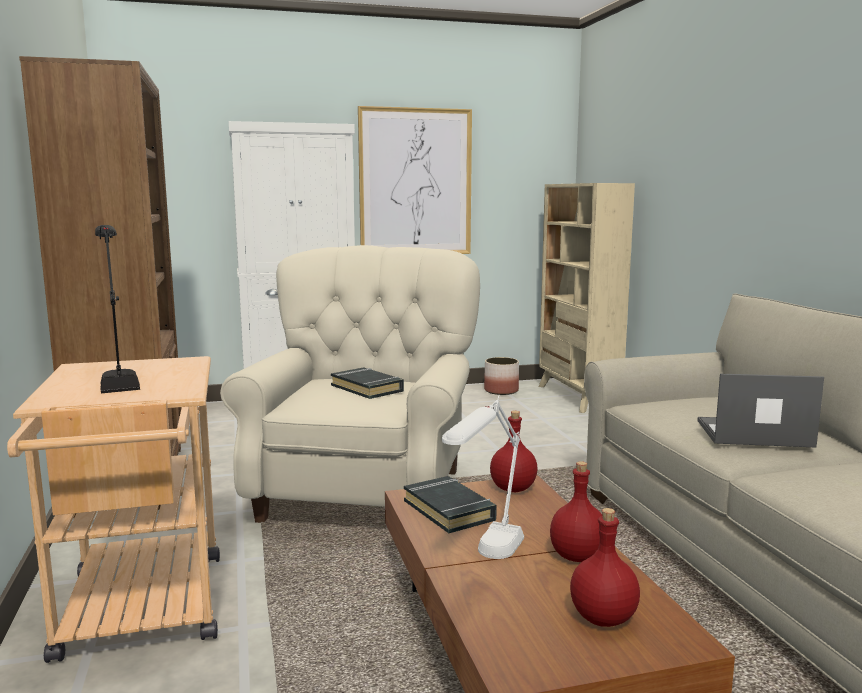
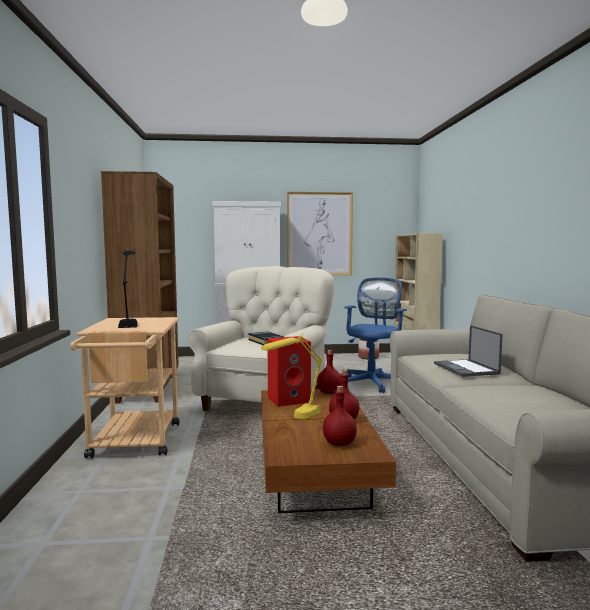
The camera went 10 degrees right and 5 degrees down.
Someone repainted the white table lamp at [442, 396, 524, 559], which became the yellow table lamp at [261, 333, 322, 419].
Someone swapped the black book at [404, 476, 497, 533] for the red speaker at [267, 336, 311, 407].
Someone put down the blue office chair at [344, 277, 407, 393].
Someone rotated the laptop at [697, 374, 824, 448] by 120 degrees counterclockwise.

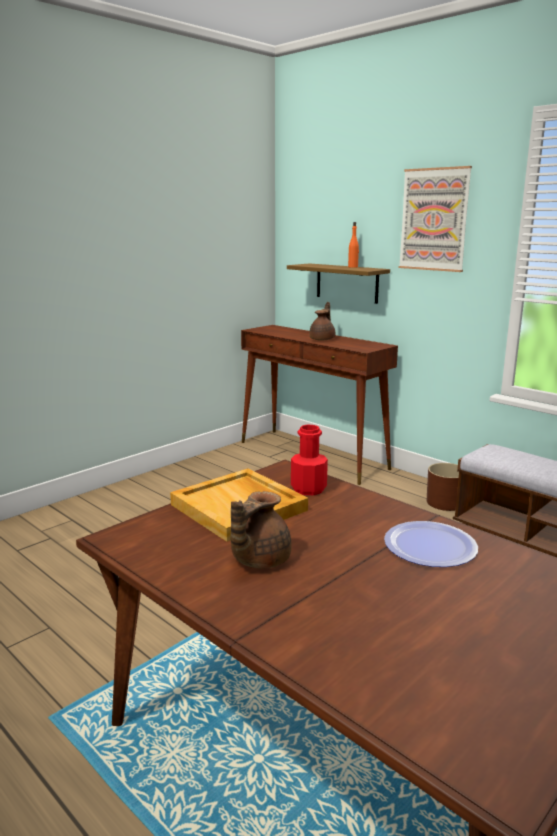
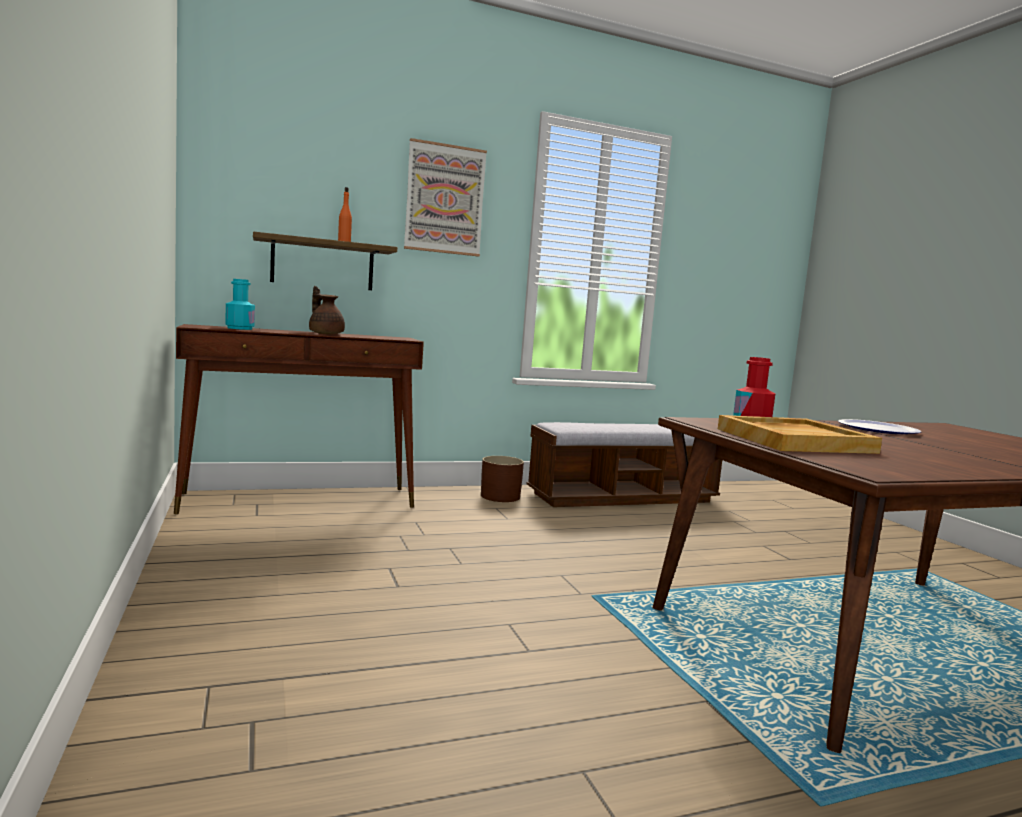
The camera went 65 degrees left and 10 degrees down.
Someone put down the turquoise bottle at [225, 279, 255, 330].
Someone took away the brown teapot at [231, 491, 292, 569].

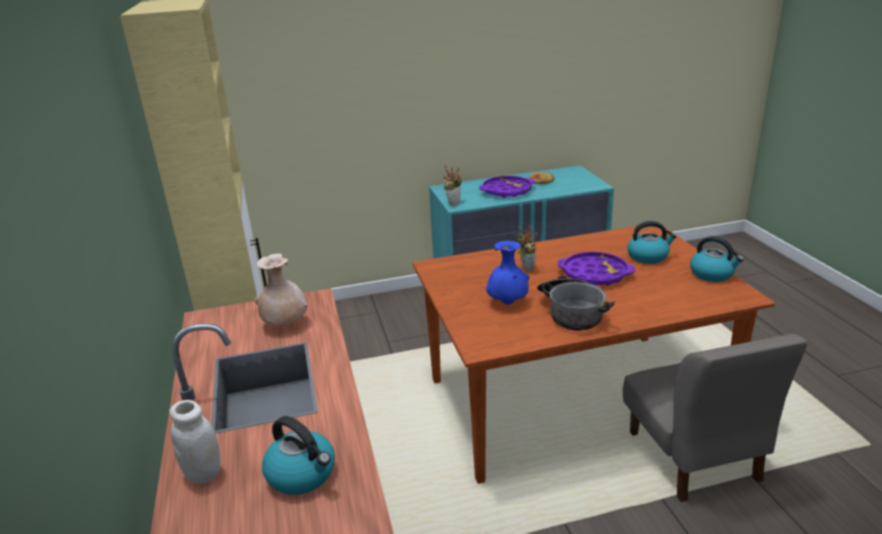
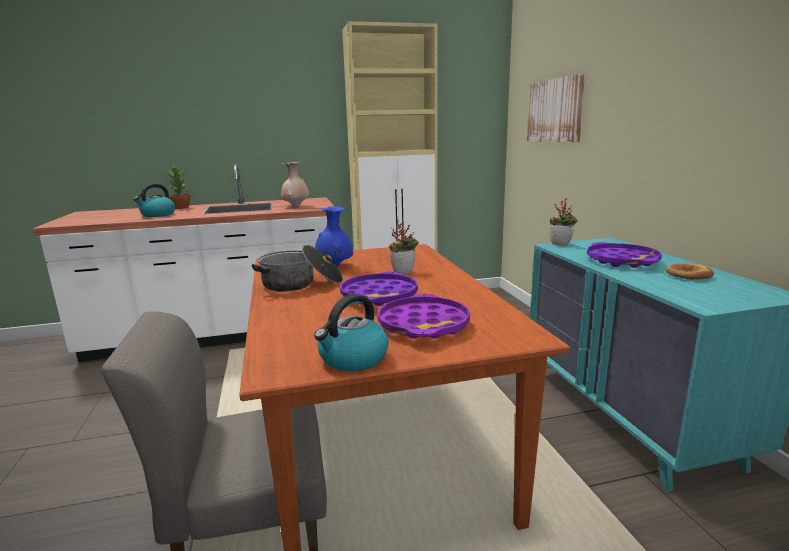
The camera went 90 degrees right and 10 degrees down.
Someone swapped the white jar at [169, 400, 221, 484] for the potted plant at [166, 165, 191, 209].
Someone swapped the kettle at [627, 221, 677, 264] for the purple tray at [377, 294, 470, 339].
Someone put up the picture at [527, 74, 585, 142].

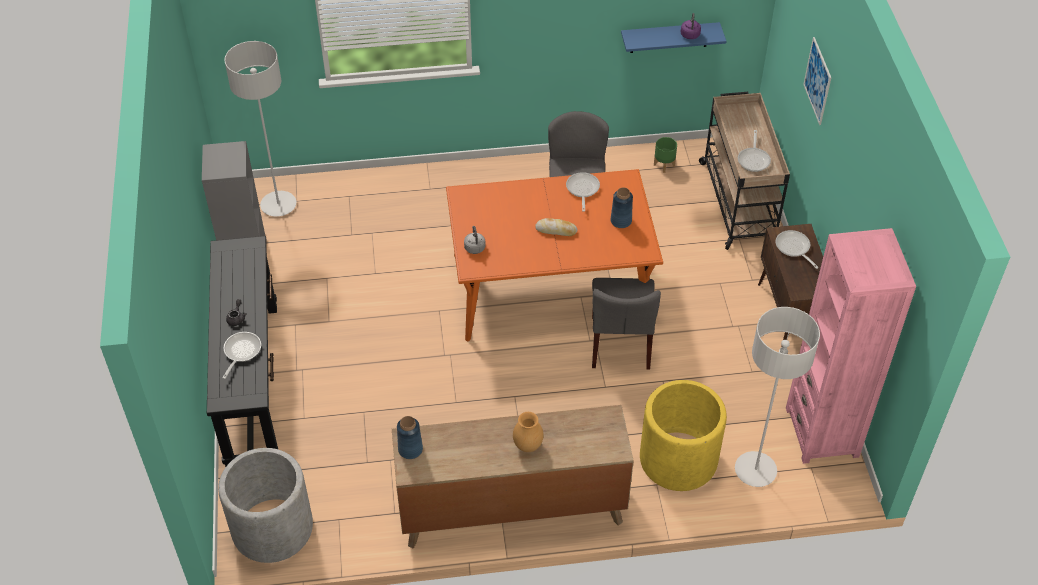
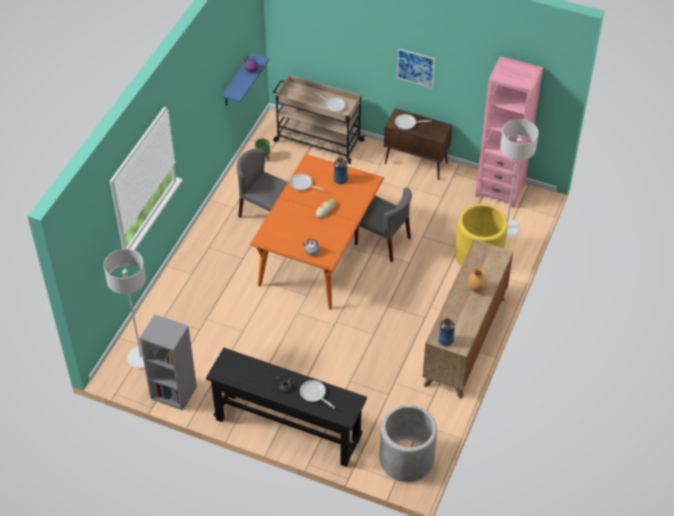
The camera went 60 degrees left and 0 degrees up.
Someone carried the picture from [803, 37, 831, 125] to [397, 48, 435, 88].

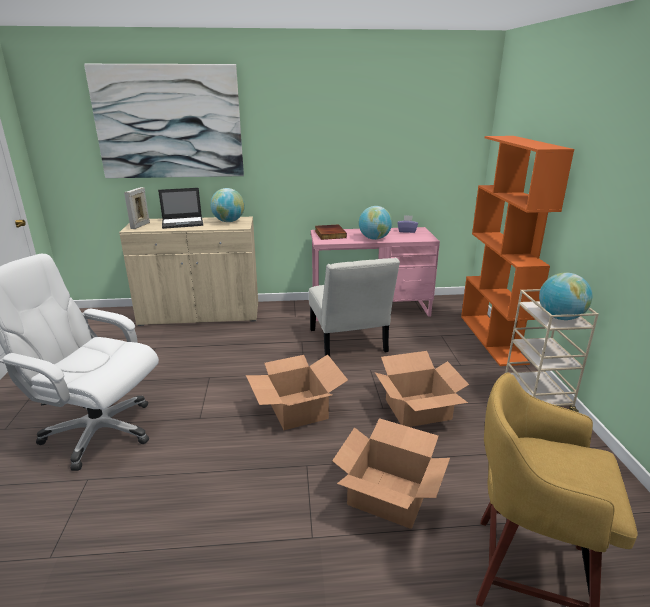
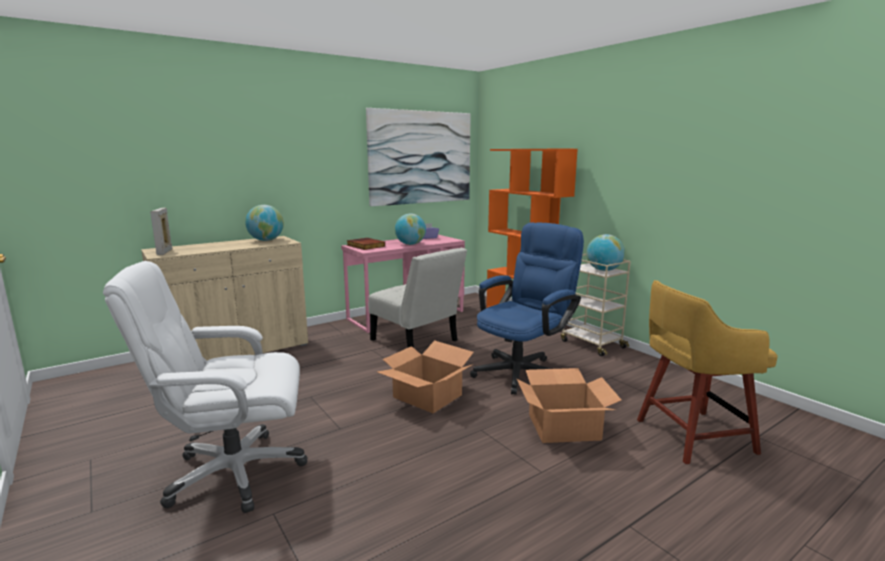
The camera went 30 degrees left and 10 degrees down.
Someone carried the picture from [84, 64, 244, 178] to [366, 108, 471, 206].
Someone swapped the cardboard box at [375, 351, 469, 427] for the blue office chair at [470, 222, 584, 395].
Someone took away the laptop at [158, 188, 203, 229].

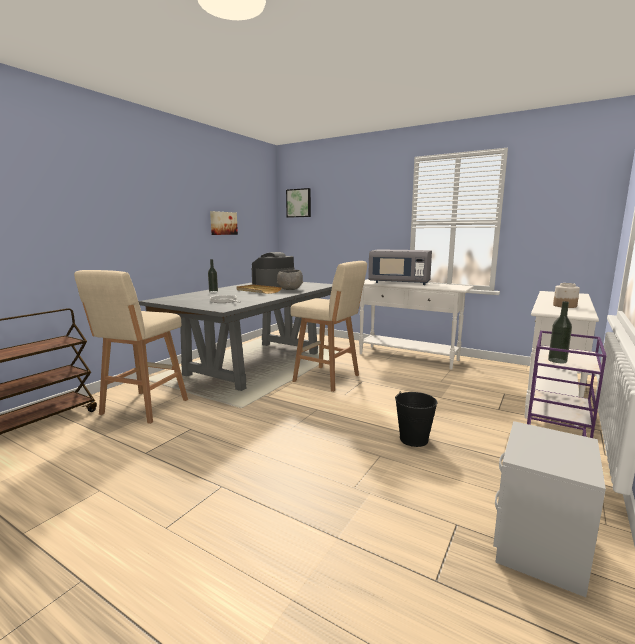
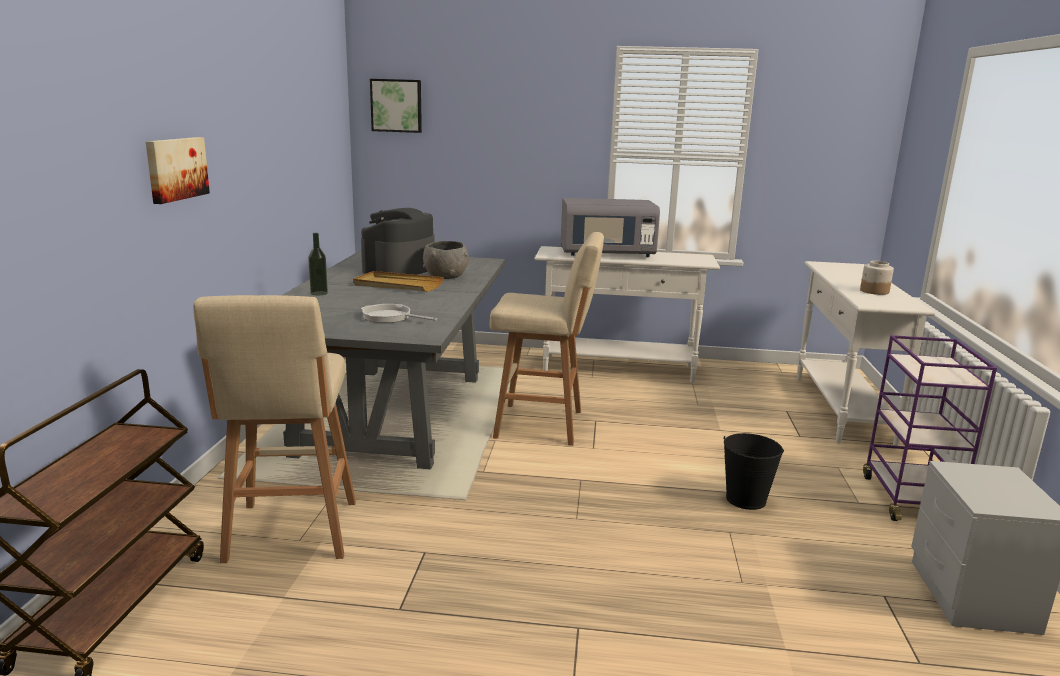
The camera went 25 degrees left and 5 degrees up.
Someone carried the picture from [210, 211, 238, 235] to [146, 137, 210, 204].
Someone took away the bottle at [548, 301, 572, 363].

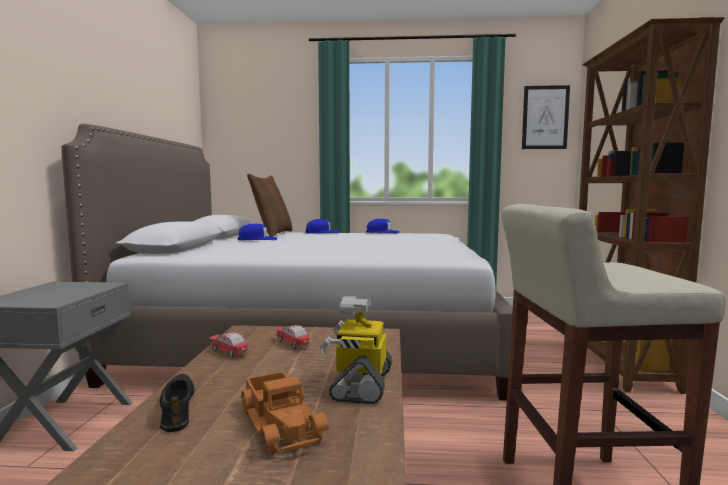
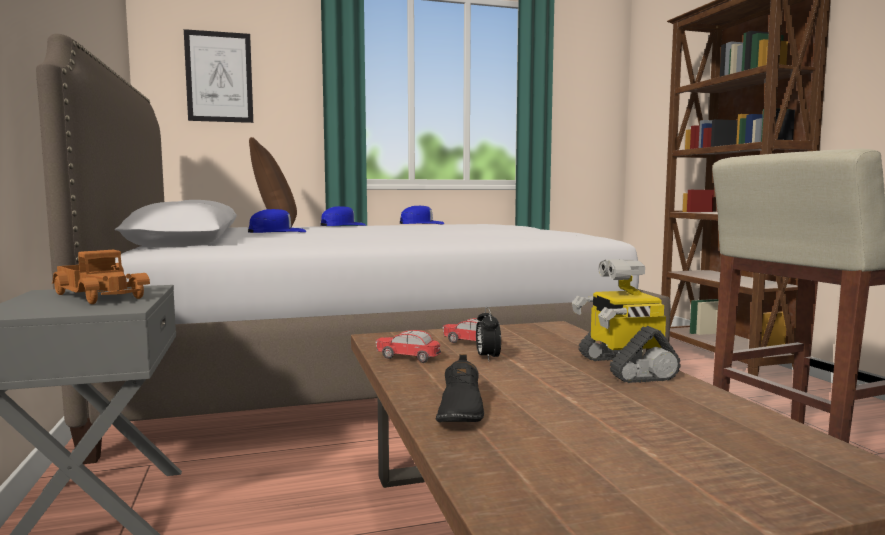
The camera went 20 degrees left and 0 degrees up.
Someone carried the toy truck from [241, 371, 329, 455] to [52, 250, 150, 304].
Someone carried the picture from [522, 85, 570, 149] to [184, 29, 253, 123].
Someone rotated the black shoe at [160, 374, 195, 432] by 135 degrees counterclockwise.
Someone put down the alarm clock at [476, 307, 501, 360].

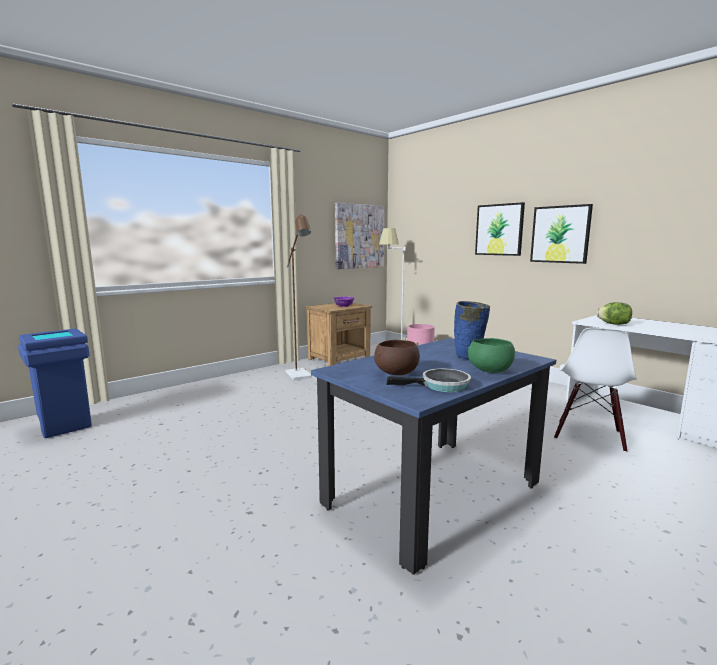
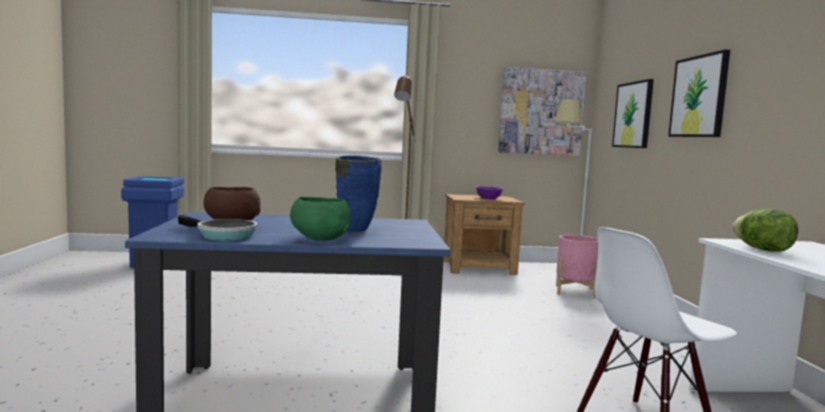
The camera went 35 degrees right and 5 degrees down.
Someone carried the picture from [530, 204, 593, 264] to [612, 79, 654, 148].

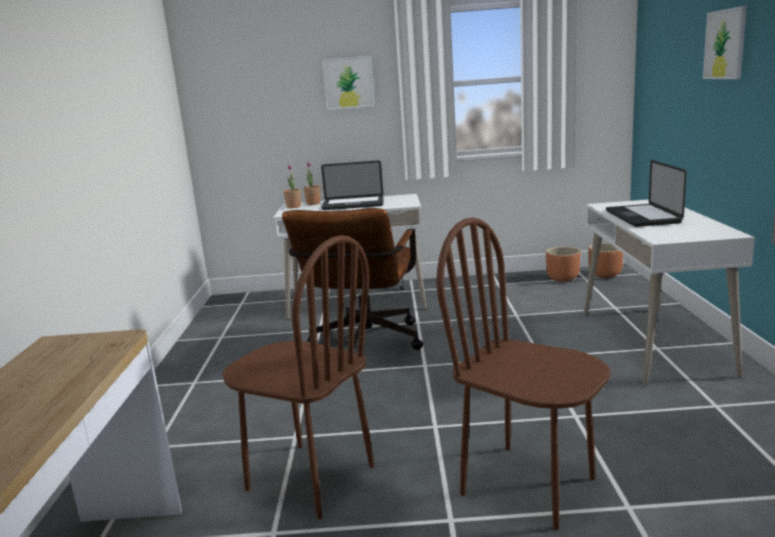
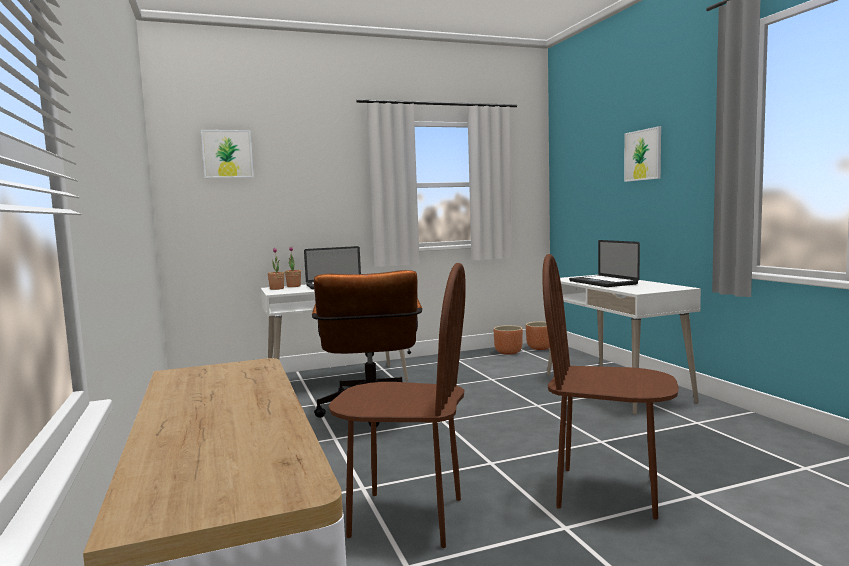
The camera went 20 degrees left and 10 degrees down.
Someone carried the picture from [322, 56, 375, 110] to [201, 130, 254, 178].

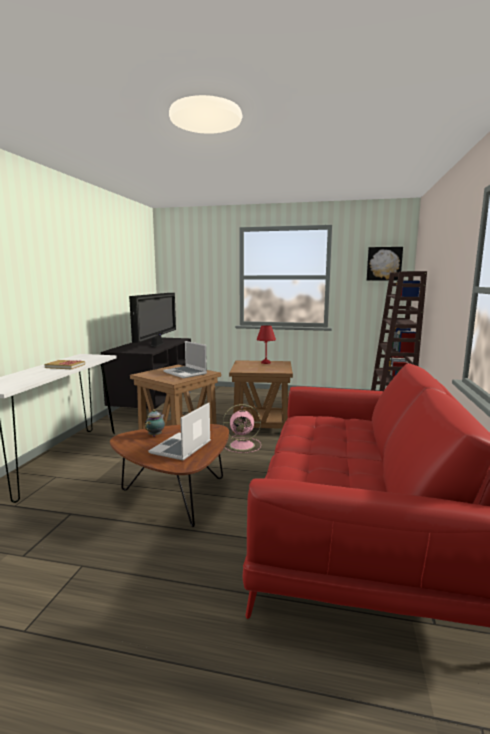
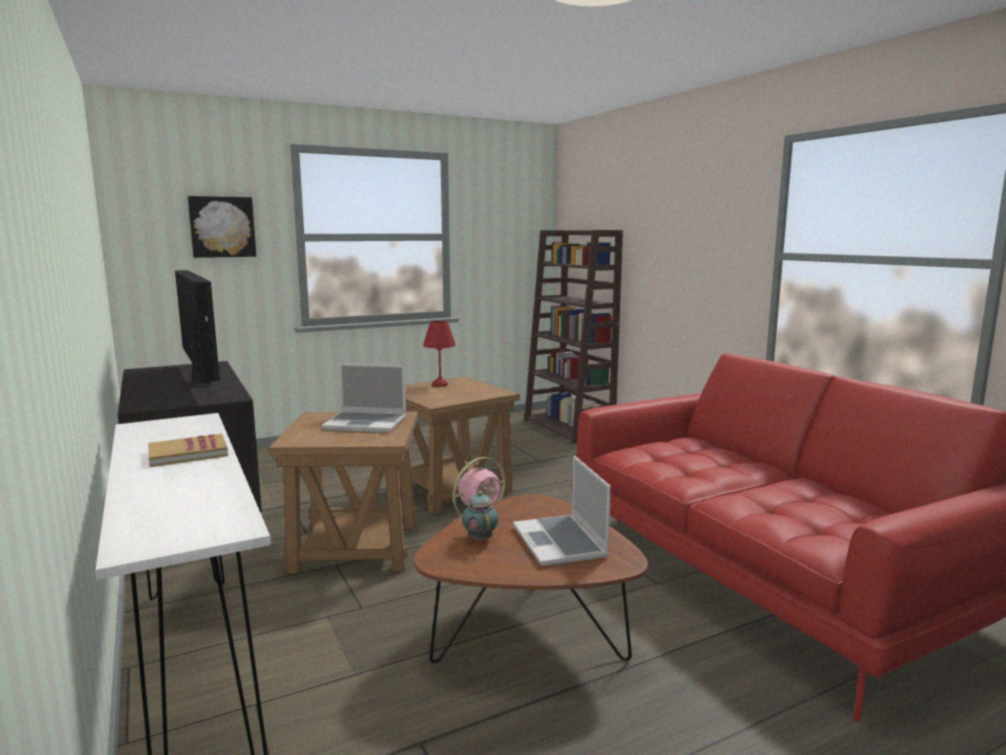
The camera went 40 degrees left and 0 degrees up.
Someone carried the picture from [367, 247, 403, 281] to [188, 196, 256, 258].

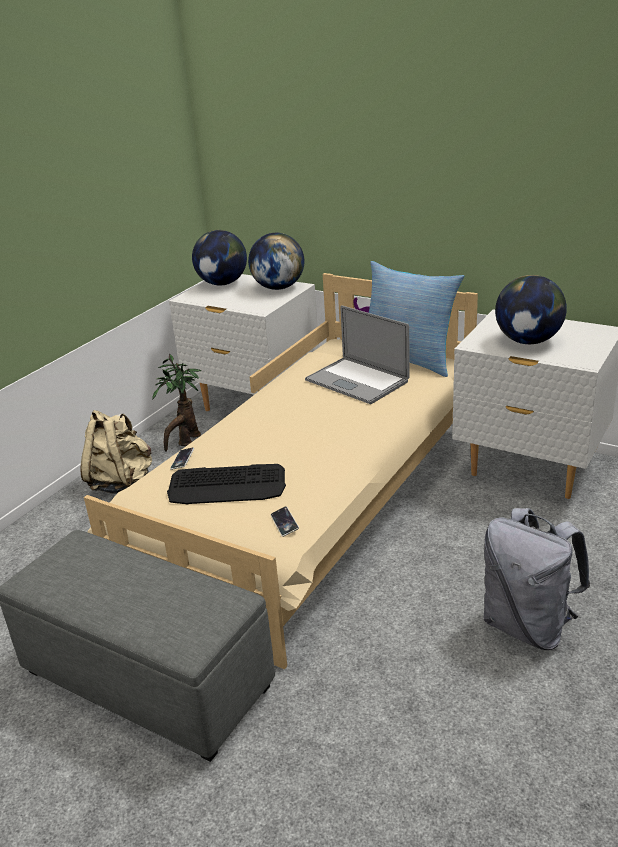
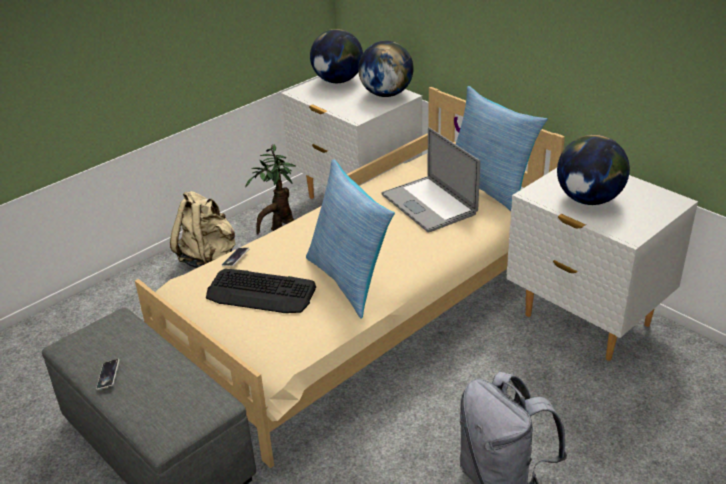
The camera went 15 degrees right and 5 degrees up.
Someone carried the phone from [270, 506, 299, 537] to [96, 359, 119, 390].
Someone put down the pillow at [306, 159, 395, 319].

